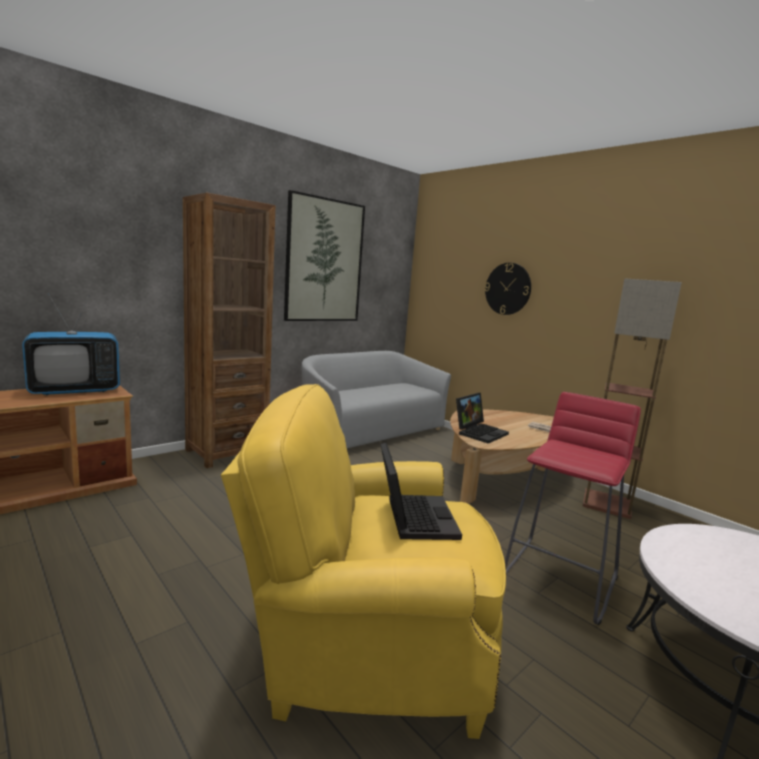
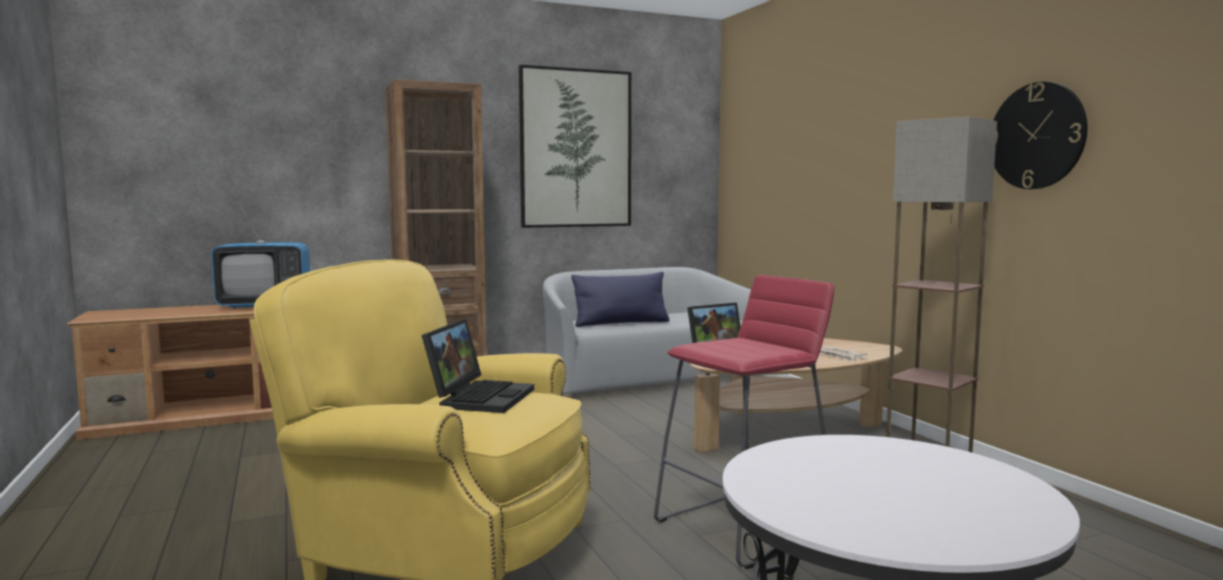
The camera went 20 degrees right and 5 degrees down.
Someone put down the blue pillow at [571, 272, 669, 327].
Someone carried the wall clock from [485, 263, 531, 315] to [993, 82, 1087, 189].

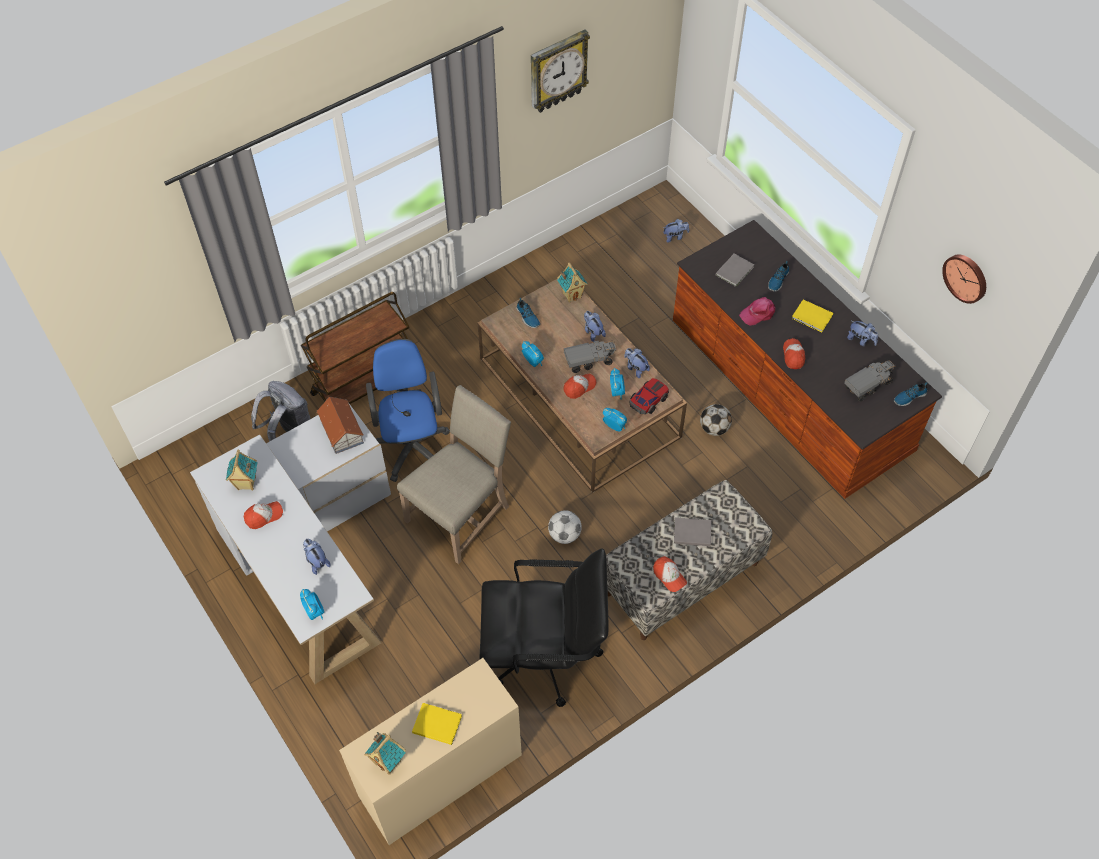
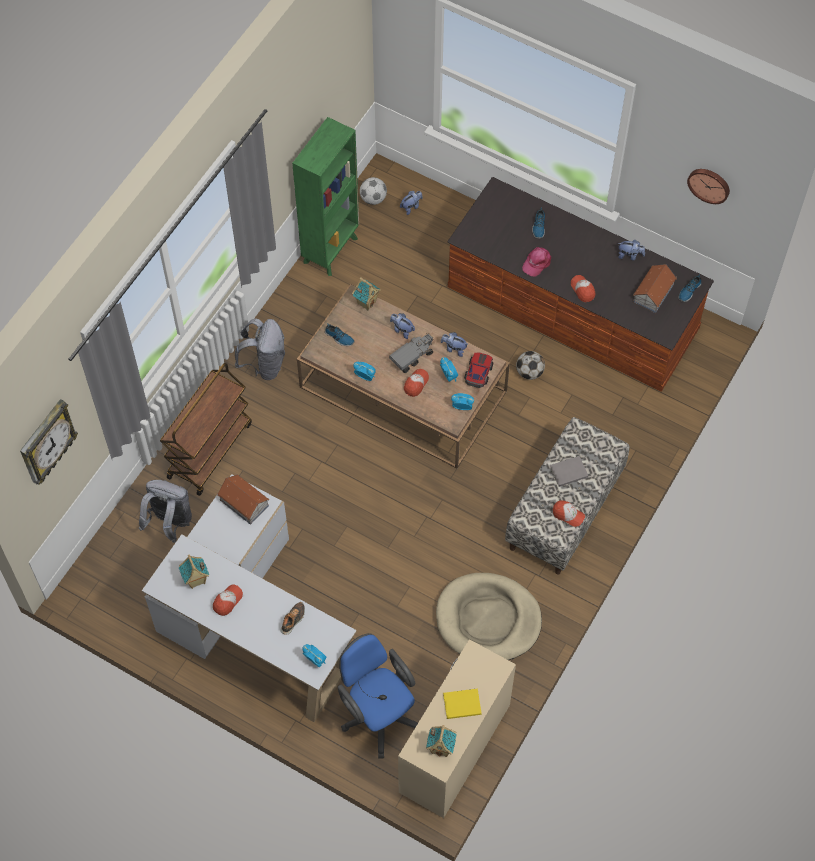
The camera went 25 degrees left and 5 degrees up.
Someone carried the wall clock from [531, 30, 590, 113] to [20, 399, 78, 484].
Someone put down the grey backpack at [235, 319, 285, 380].
Someone swapped the plush toy at [303, 539, 330, 575] for the shoe at [280, 602, 305, 635].
Someone put down the green bookcase at [292, 117, 359, 276].
Someone carried the blue office chair from [366, 339, 450, 482] to [338, 633, 418, 758].
Someone carried the football from [548, 510, 582, 544] to [360, 177, 387, 205].
Someone swapped the black office chair at [480, 548, 608, 707] for the beige dog bed at [436, 573, 542, 660].
Someone swapped the toy truck at [844, 360, 895, 402] for the toy house at [633, 264, 677, 313].
Someone took away the beige chair at [397, 385, 511, 564].
Someone took away the grey book at [716, 254, 754, 287].
Someone took away the yellow book at [792, 299, 833, 332].

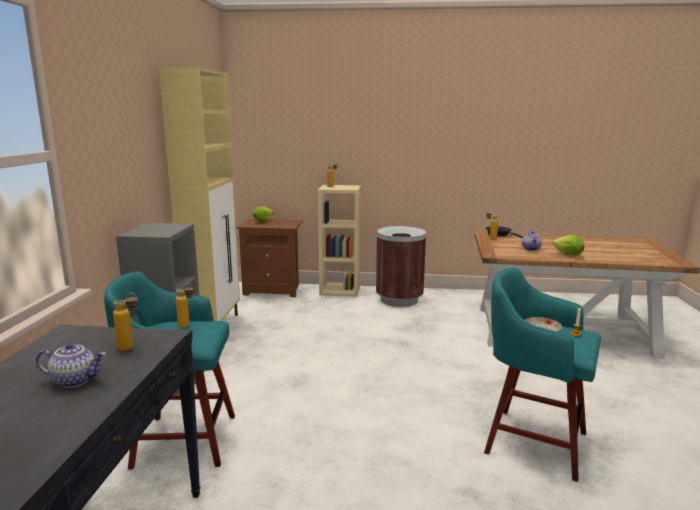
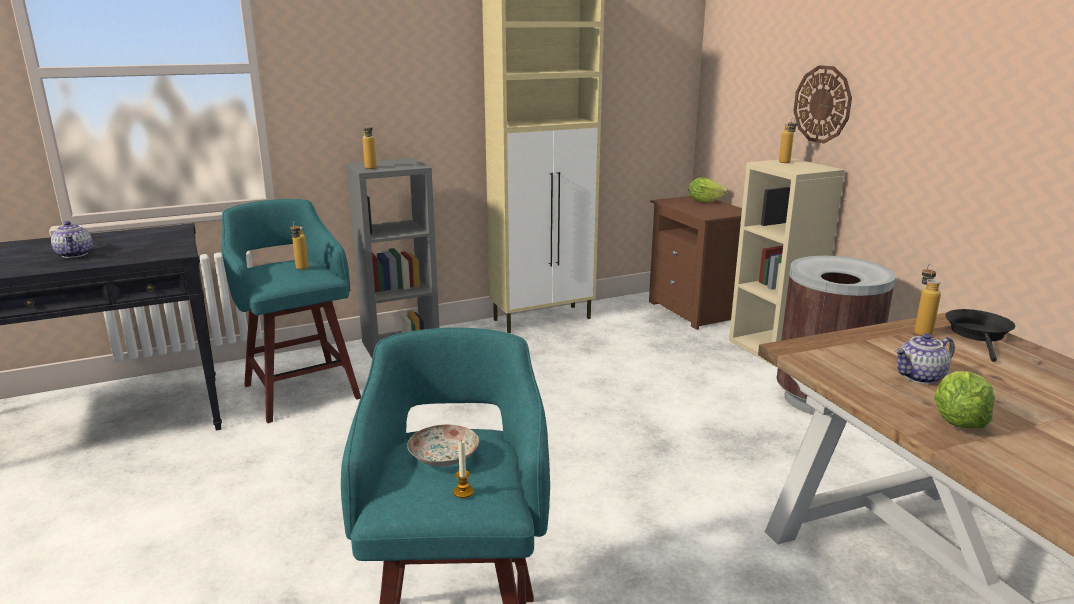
The camera went 60 degrees right and 5 degrees up.
Someone carried the bottle from [113, 292, 138, 351] to [363, 122, 377, 169].
Someone put up the wall clock at [793, 65, 852, 143].

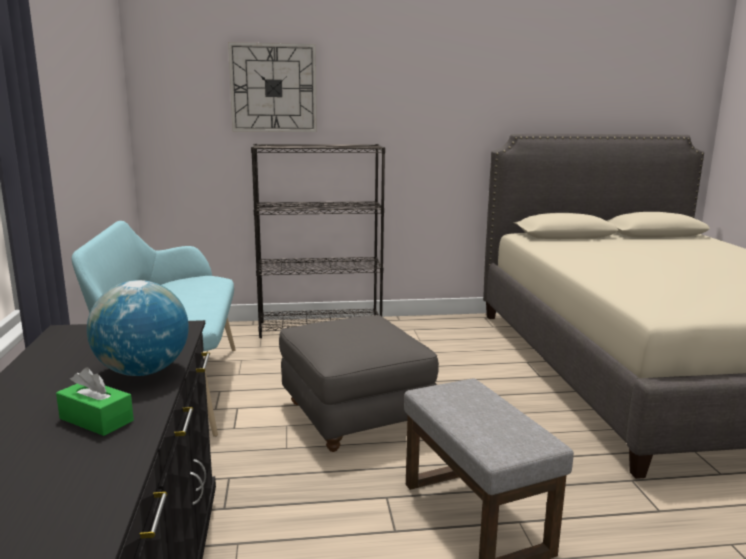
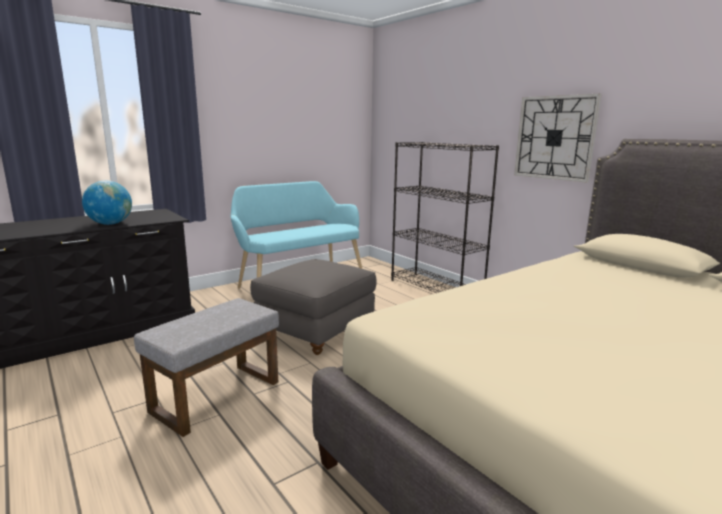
The camera went 60 degrees right and 0 degrees up.
Someone carried the wall clock from [228, 42, 317, 132] to [514, 94, 602, 183].
Someone took away the green tissue box at [56, 367, 134, 436].

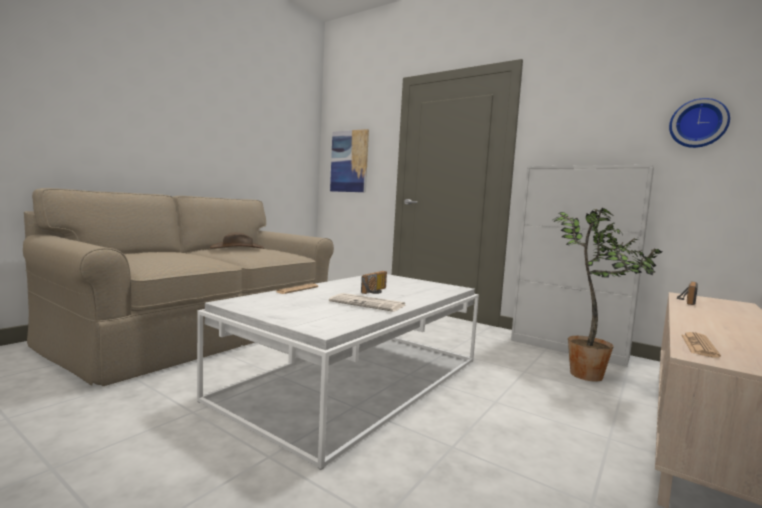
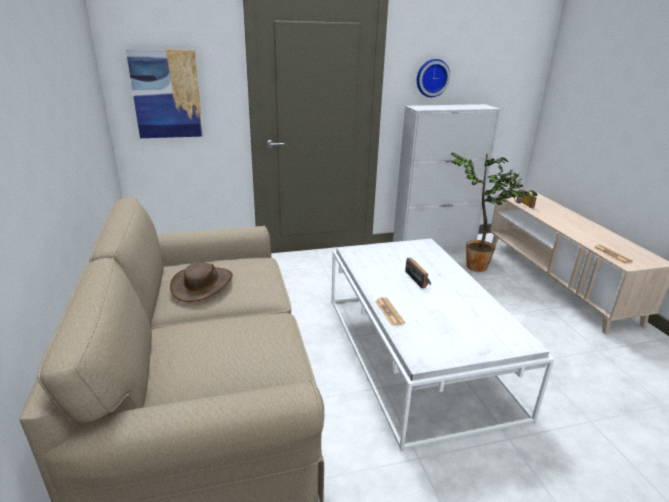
The camera went 50 degrees left and 20 degrees up.
Someone carried the wall clock from [669, 98, 730, 148] to [417, 59, 450, 97].
Someone took away the newspaper at [329, 293, 405, 312].

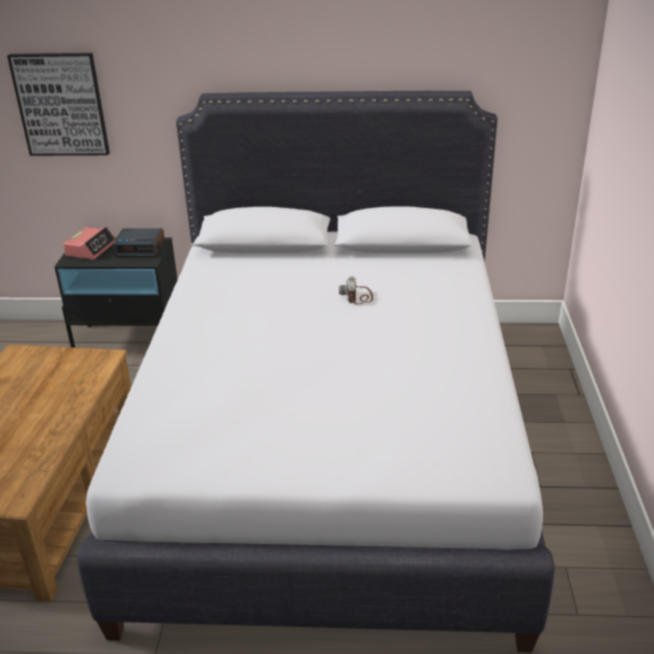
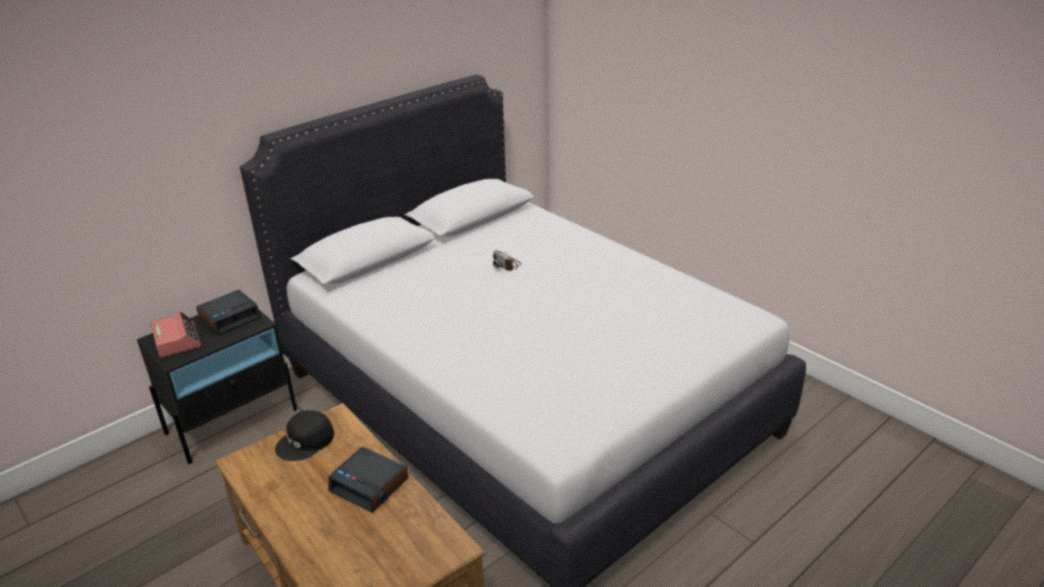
The camera went 45 degrees left and 0 degrees up.
Someone put down the black cap at [275, 410, 334, 461].
Someone put down the alarm clock at [328, 446, 408, 513].
Someone took away the picture at [7, 53, 110, 156].

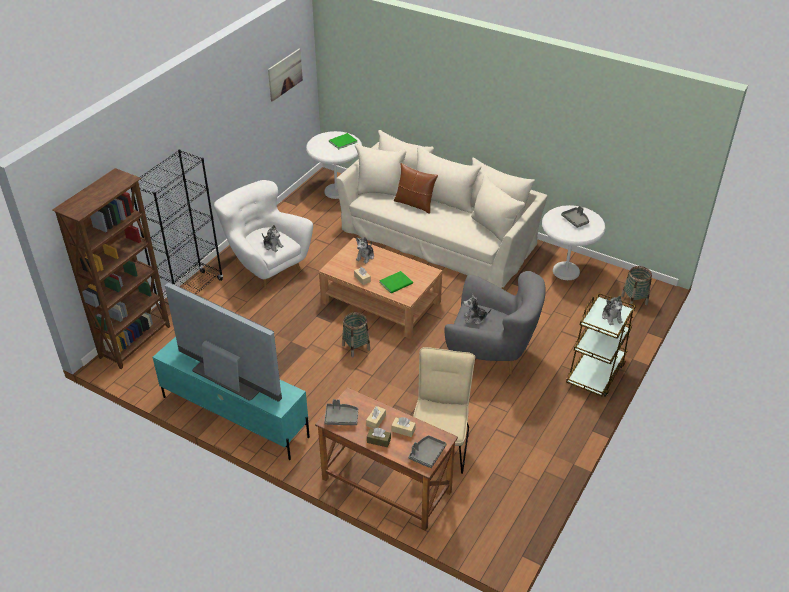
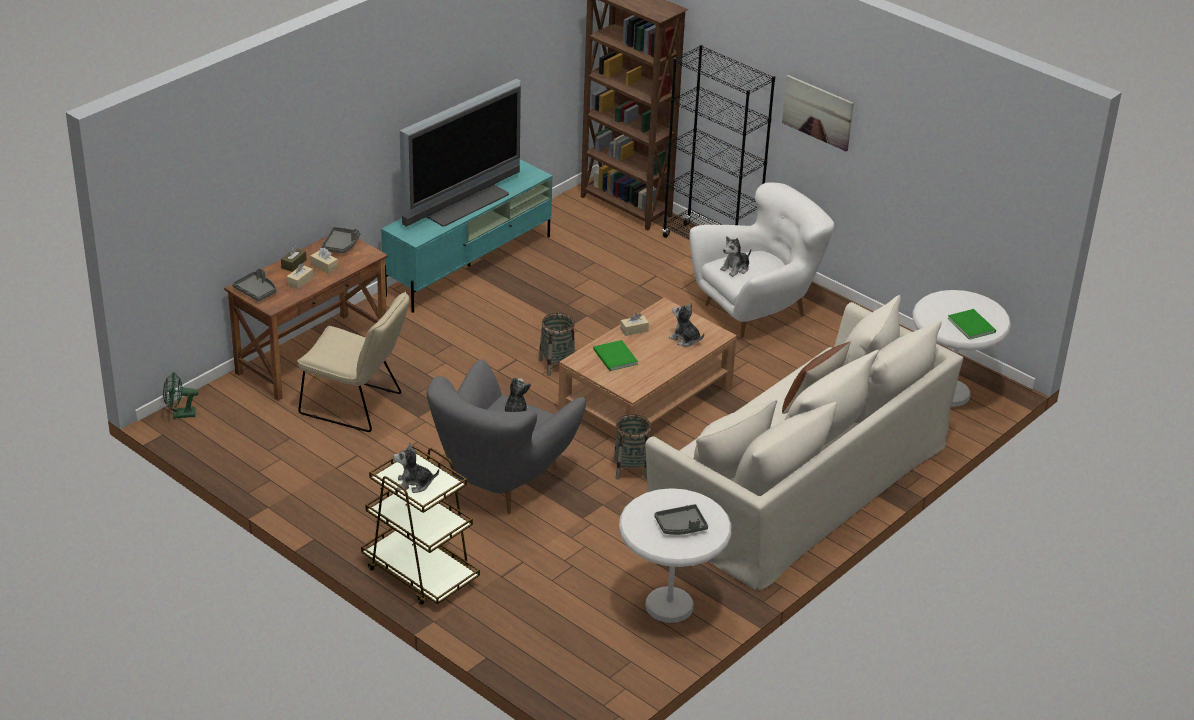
The camera went 100 degrees right and 5 degrees down.
Someone put down the green fan at [163, 372, 199, 419].
Someone carried the basket from [621, 266, 652, 307] to [614, 414, 651, 480].
Someone carried the picture from [268, 49, 303, 102] to [782, 75, 854, 151].

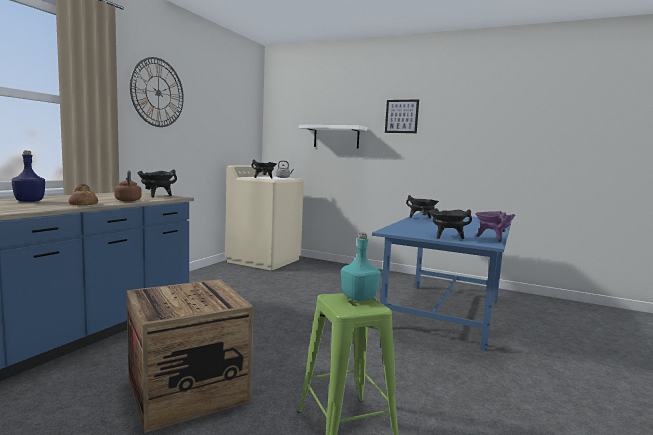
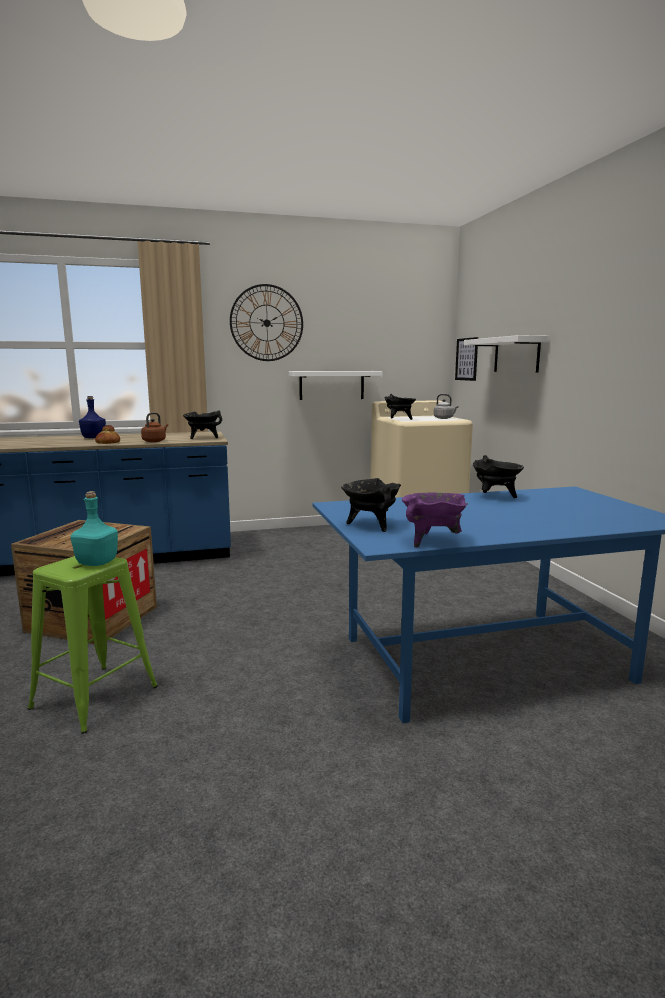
The camera went 50 degrees right and 5 degrees up.
Someone put up the white shelf at [289, 371, 383, 400].
Someone carried the picture from [385, 99, 419, 133] to [455, 337, 478, 381].

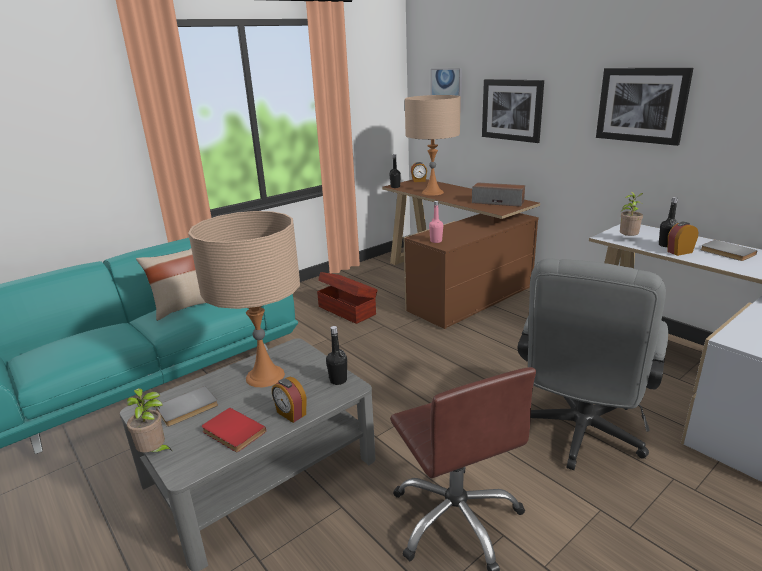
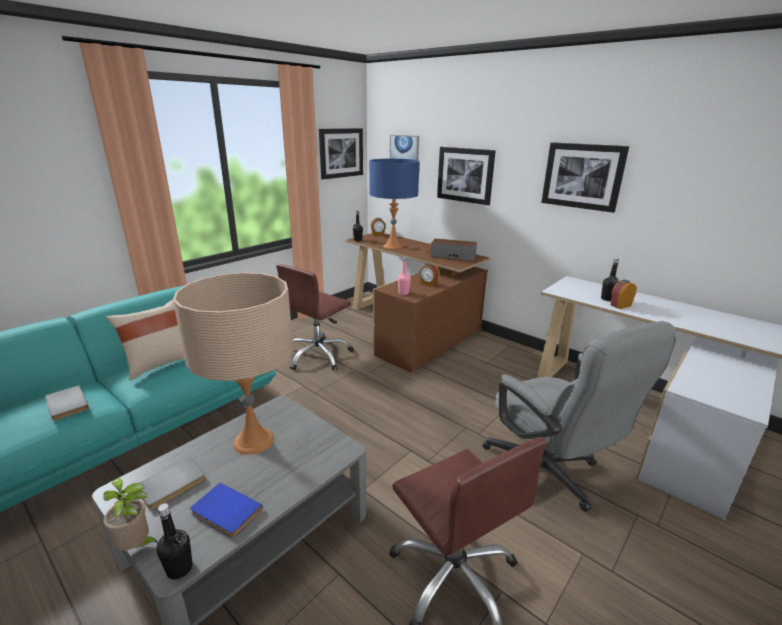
The camera went 10 degrees left and 0 degrees up.
Someone carried the grey book from [701, 240, 758, 261] to [45, 385, 89, 421].
Someone carried the black bottle from [326, 326, 347, 385] to [156, 503, 193, 580].
Someone repainted the red book at [202, 408, 266, 452], which became the blue book at [190, 483, 263, 538].
Someone swapped the brown storage box at [317, 272, 378, 324] for the brown office chair at [276, 264, 353, 371].
Someone put up the picture at [319, 128, 363, 180].
Someone repainted the beige table lamp at [405, 95, 461, 196], which became the blue table lamp at [369, 159, 420, 249].
Someone carried the alarm clock from [272, 377, 307, 423] to [419, 263, 440, 287].
Someone rotated the grey office chair at [518, 259, 668, 470] by 45 degrees counterclockwise.
Someone took away the potted plant at [620, 192, 644, 236].

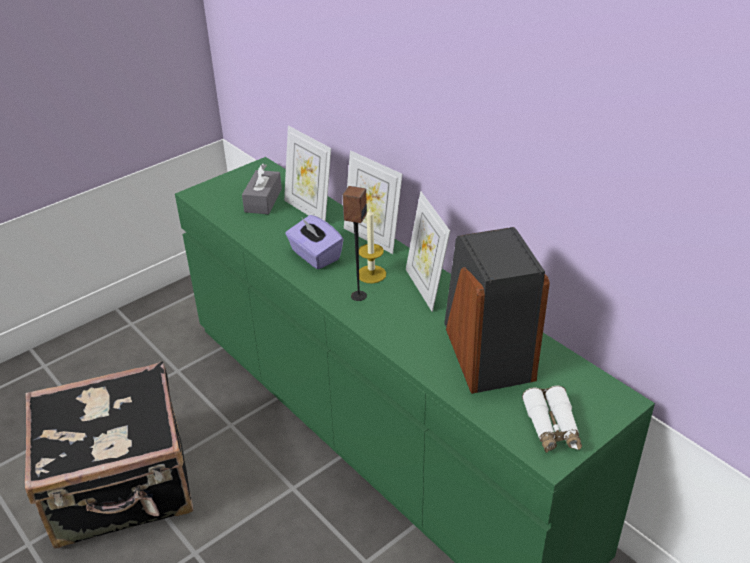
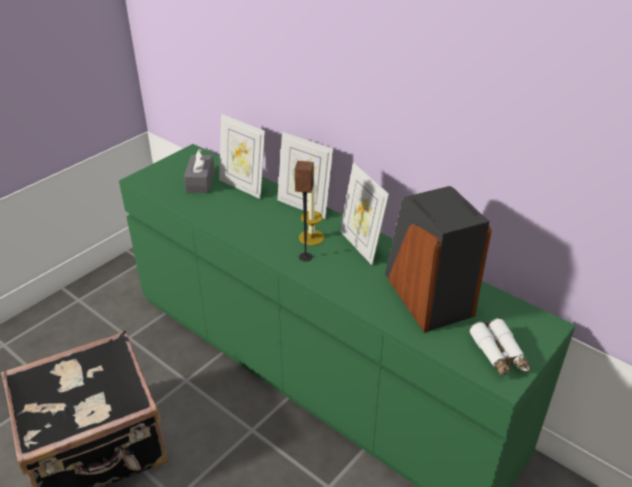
The camera went 10 degrees left and 0 degrees up.
Someone took away the purple tissue box at [285, 215, 344, 269].

